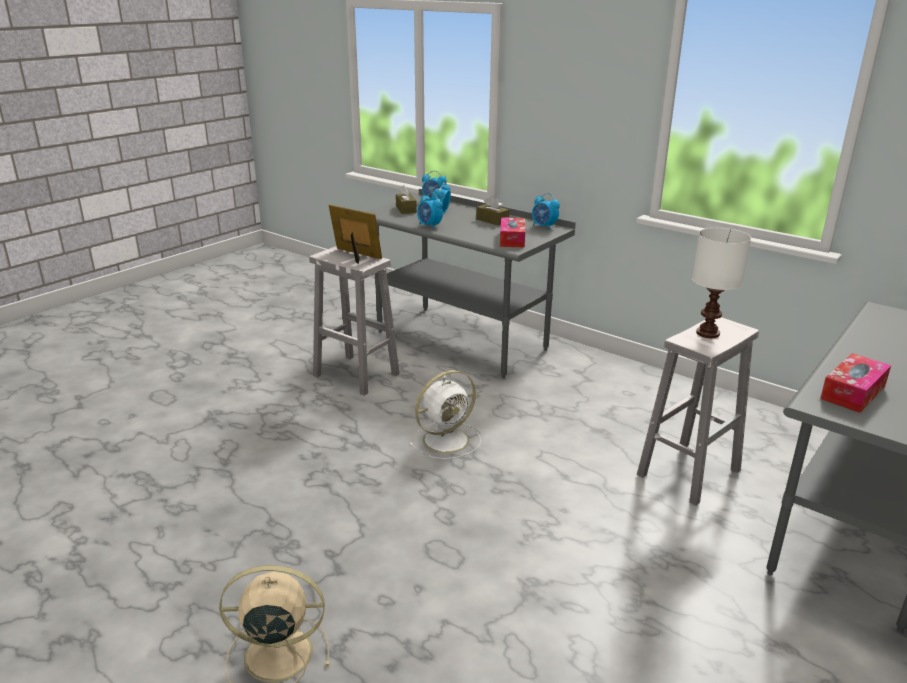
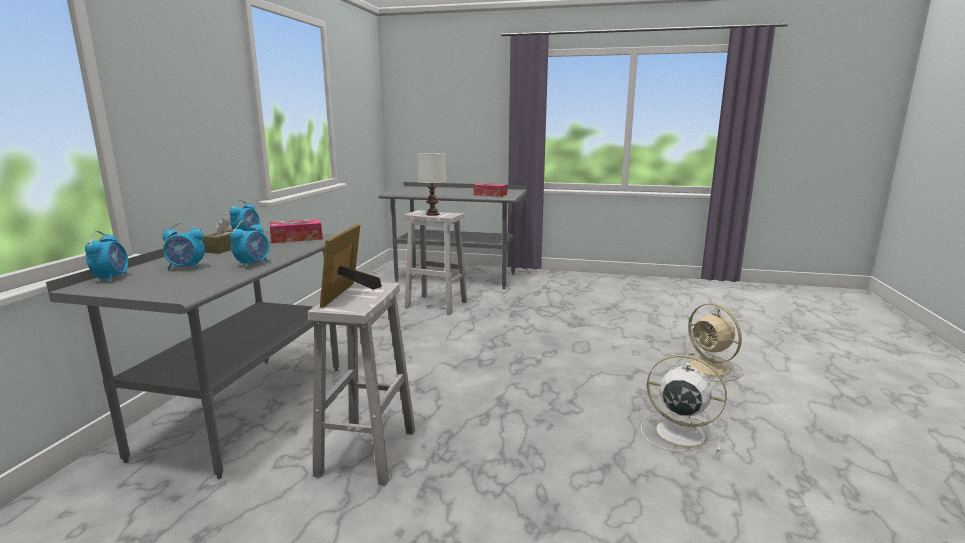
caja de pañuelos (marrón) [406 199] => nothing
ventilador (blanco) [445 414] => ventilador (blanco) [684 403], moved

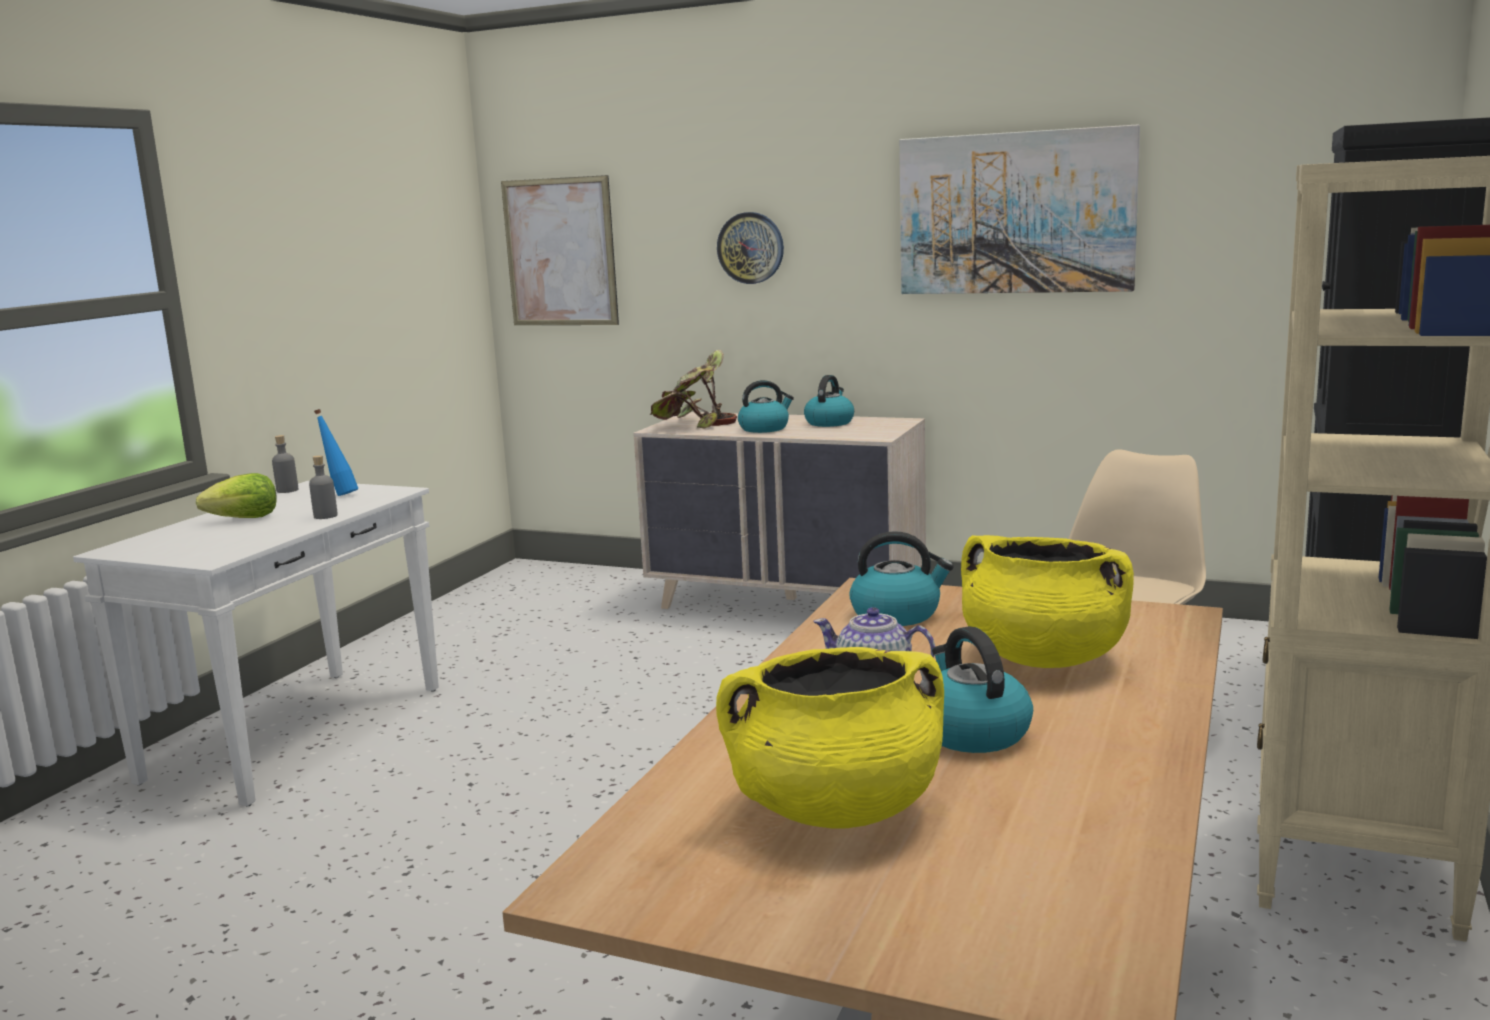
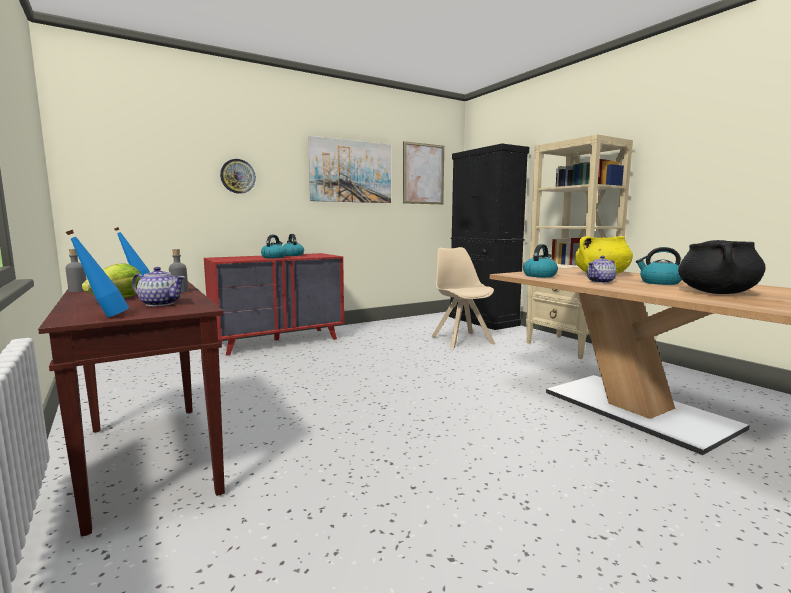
mesa consola (blanco) [256 644] => mesa consola (marrón) [131 409]
cuadro [560 250] => cuadro [423 172], moved
cómoda (beis) [779 510] => cómoda (rojo) [274 304]
planta en maceta [693 389] => nothing
olla (amarillo) [830 737] => olla (negro) [722 267]
nothing => botella (azul) [97 273]
nothing => tetera [158 286]

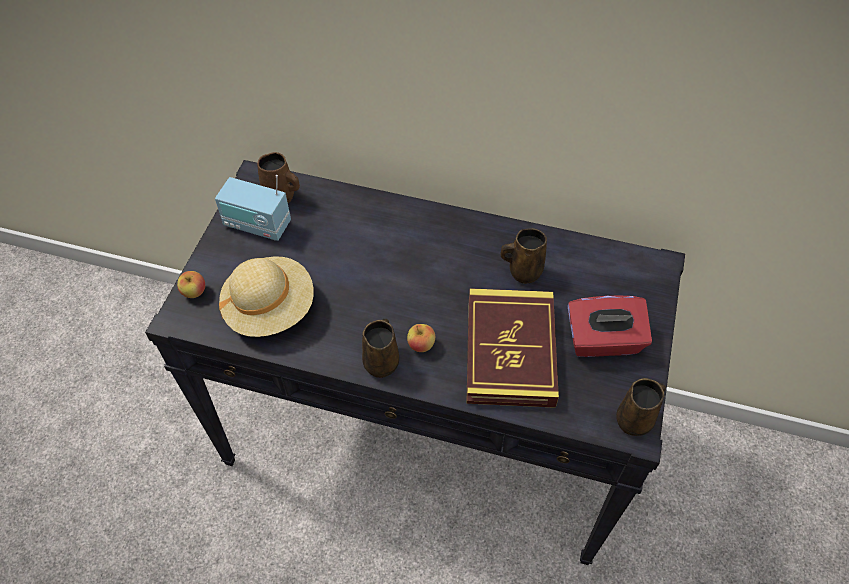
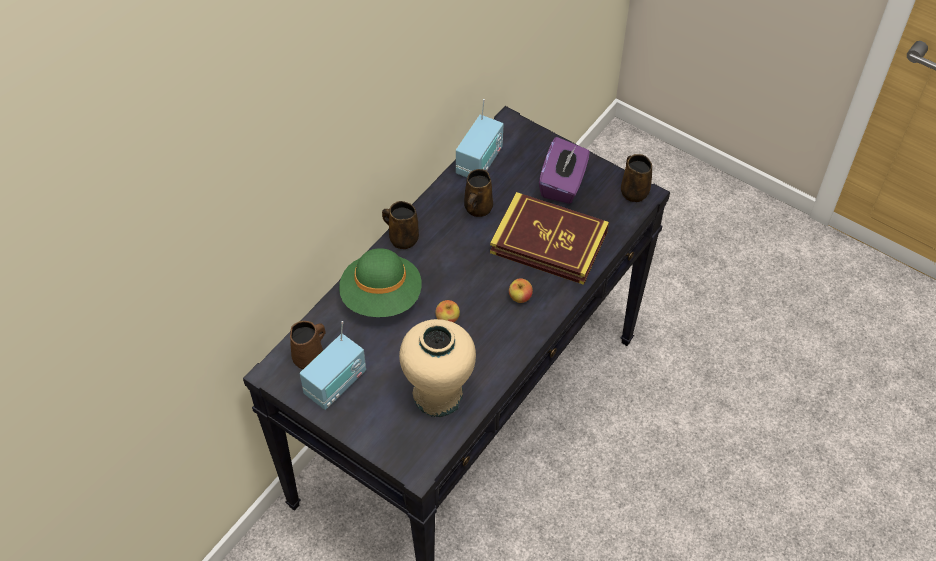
manzana [191 284] => manzana [448 311], moved
sombrero (beis) [266 296] => florero (beis) [437 368]
taza grande (marrón) [380 348] => taza grande (marrón) [400 225], moved
caja de pañuelos (rojo) [609 326] => caja de pañuelos (morado) [564 170]
nothing => sombrero (verde) [380 282]
nothing => radio [479 138]

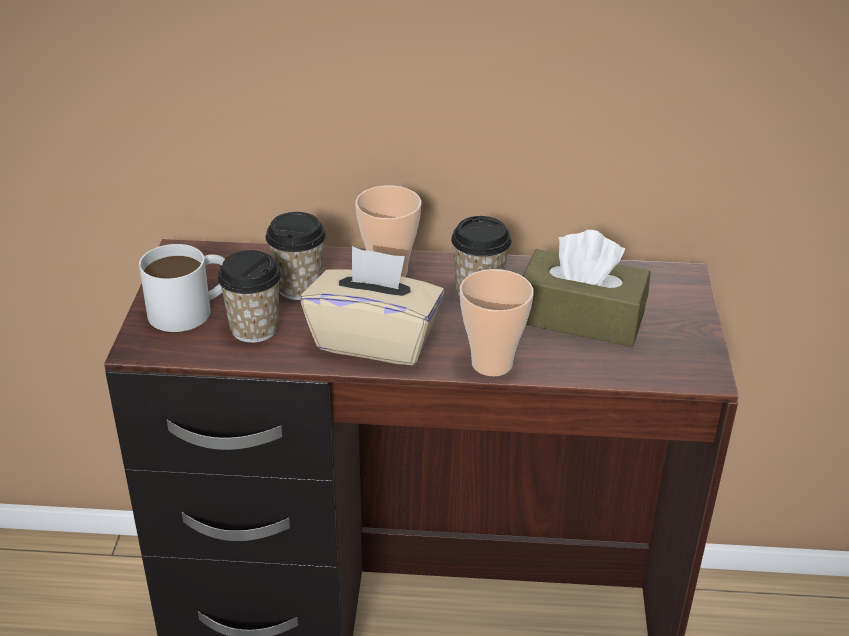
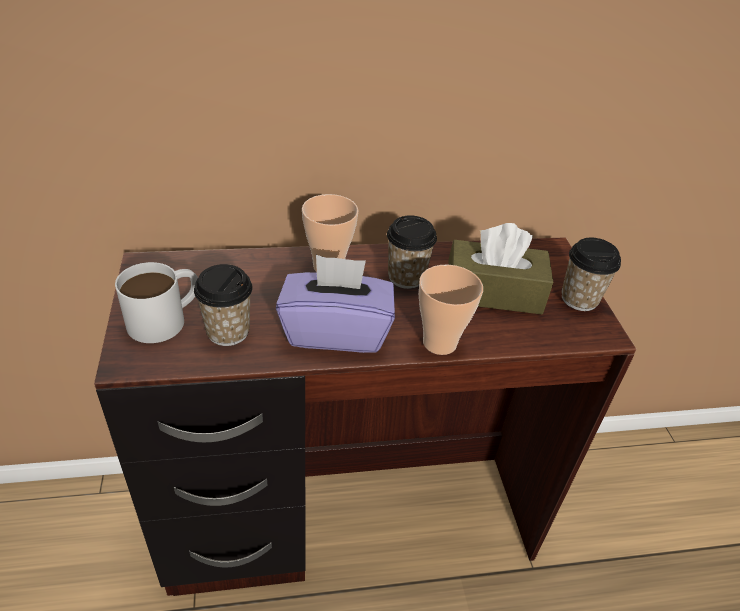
taza [296 256] => taza [591 274], moved
caja de pañuelos (beis) [372 305] => caja de pañuelos (morado) [335 304]

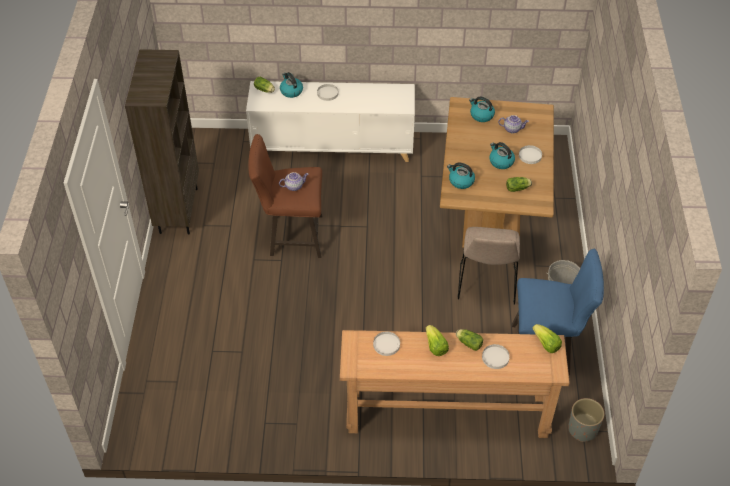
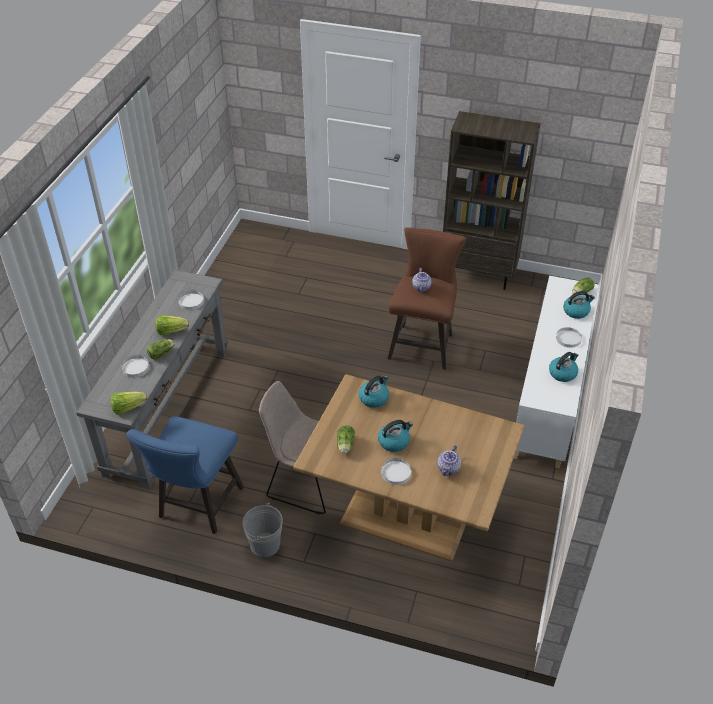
mesa consola (marrón) [455 384] => mesa consola (gris) [152 379]
hervidor [482 109] => hervidor [564 367], moved
maceta (gris) [586 420] => nothing

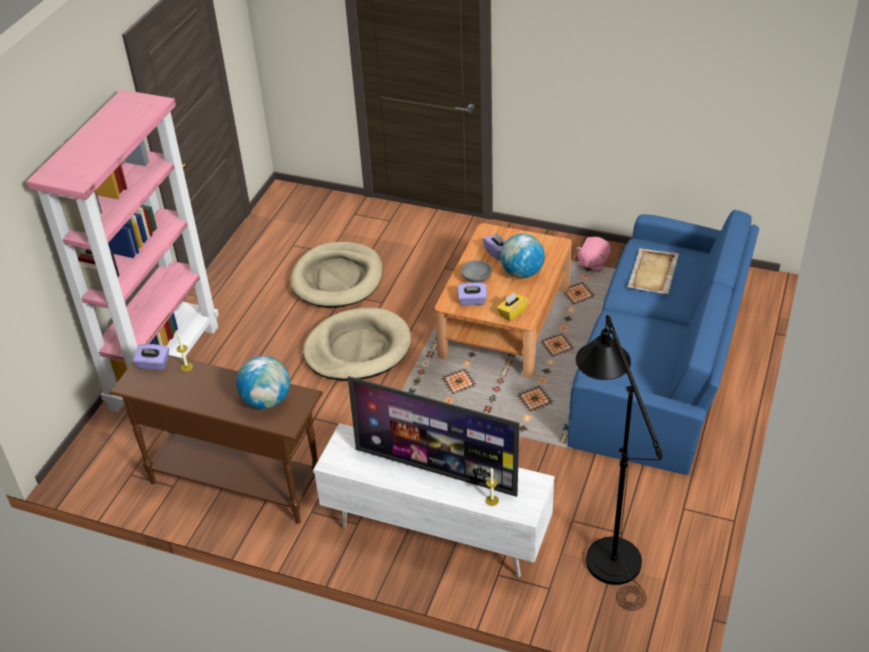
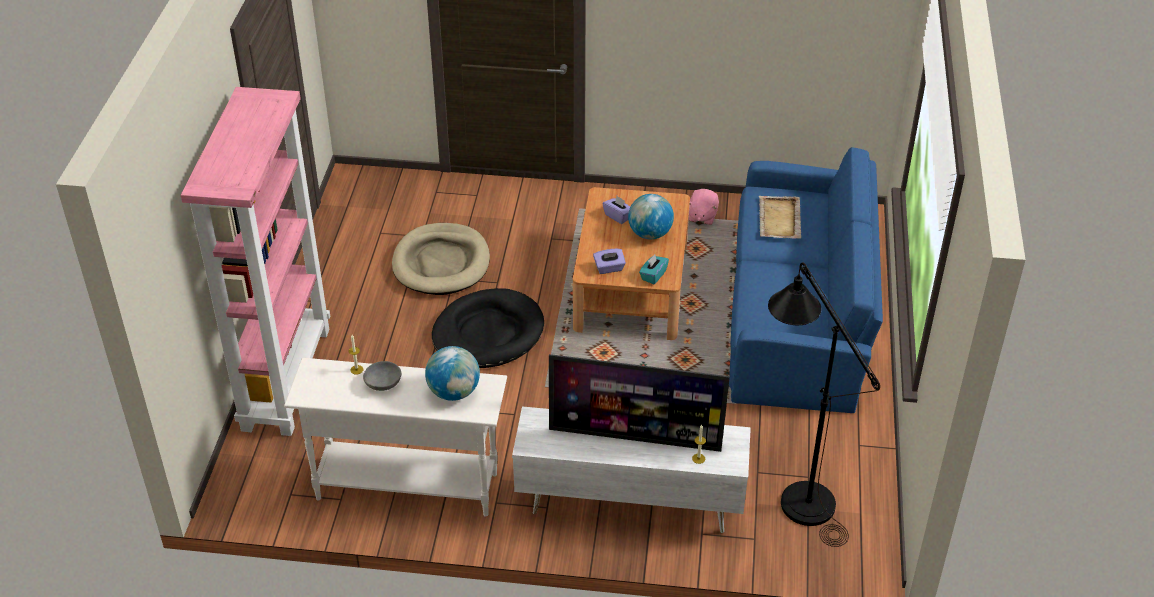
mesa consola (marrón) [216 439] => mesa consola (blanco) [395 437]
caja de pañuelos (morado) [151 357] => nothing
cama para perro (beis) [357 344] => cama para perro (negro) [488 328]
cuenco (gris) [476 271] => cuenco (gris) [382 376], moved
caja de pañuelos (amarillo) [512 306] => caja de pañuelos (turquesa) [654 269]

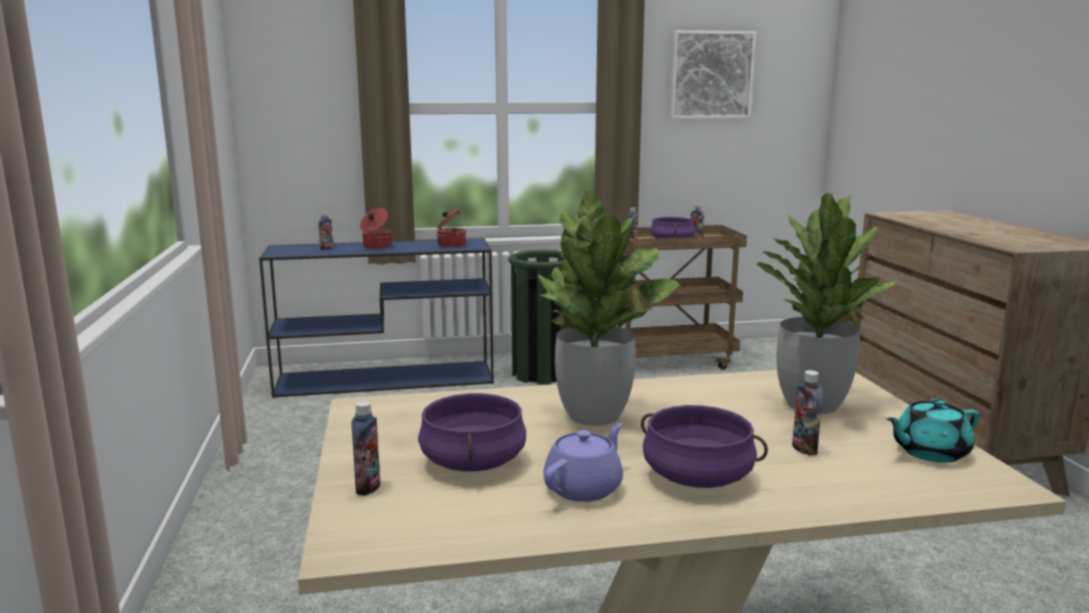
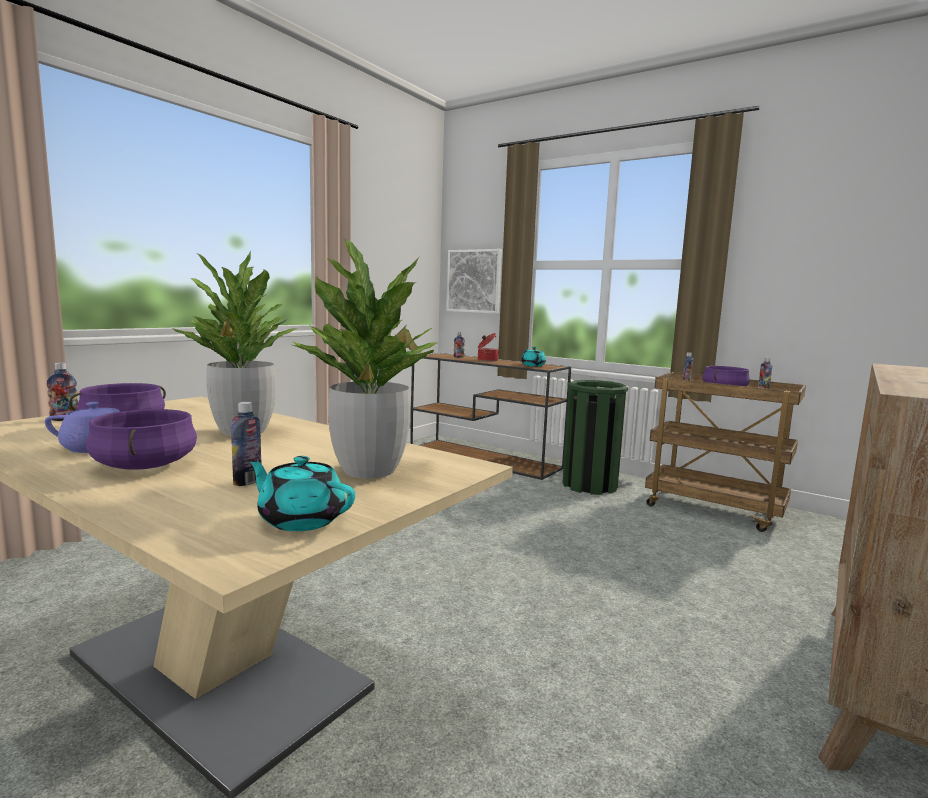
mesa consola (azul) [376 318] => mesa consola (marrón) [490 416]
olla [451 228] => tetera (turquesa) [533 357]
cuadro [713 74] => cuadro [474 281], moved

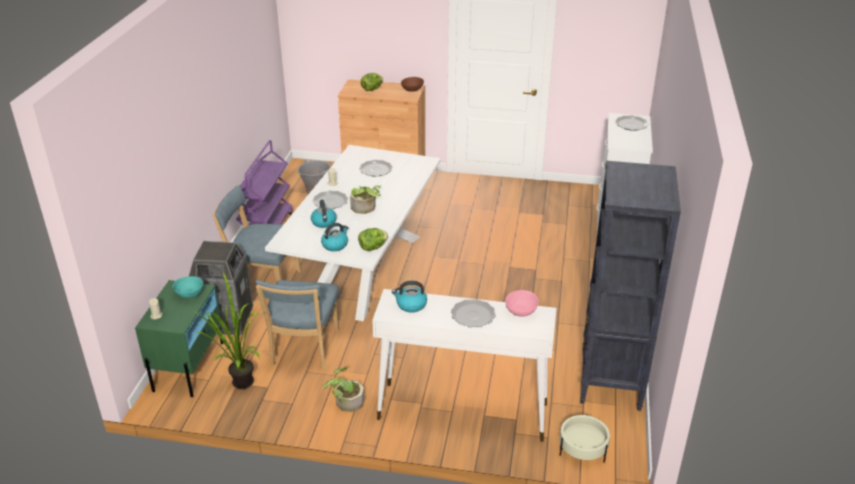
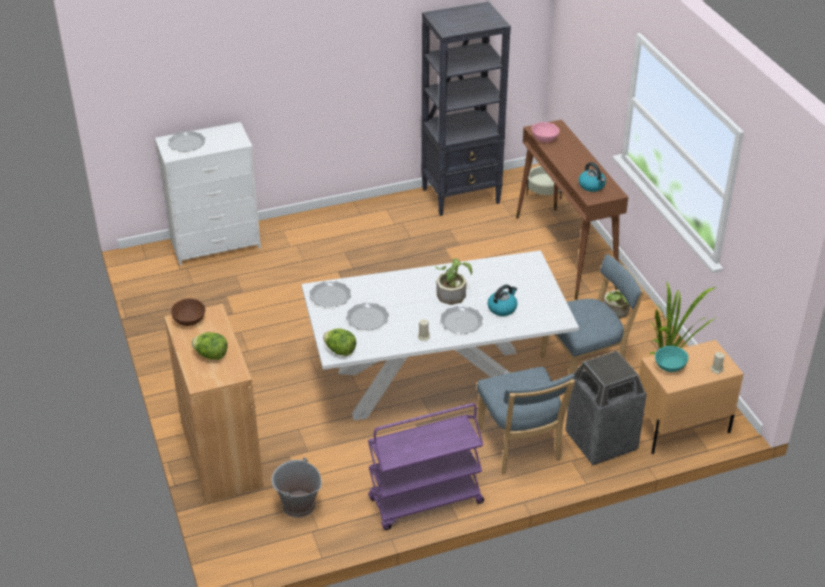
mesita de noche (verde) [179 338] => mesita de noche (beis) [691 397]
hervidor [335 237] => nothing
lechuga [373 239] => lechuga [339 342], moved
mesa consola (blanco) [464 365] => mesa consola (marrón) [572 210]
plato [473 313] => plato [330 294], moved

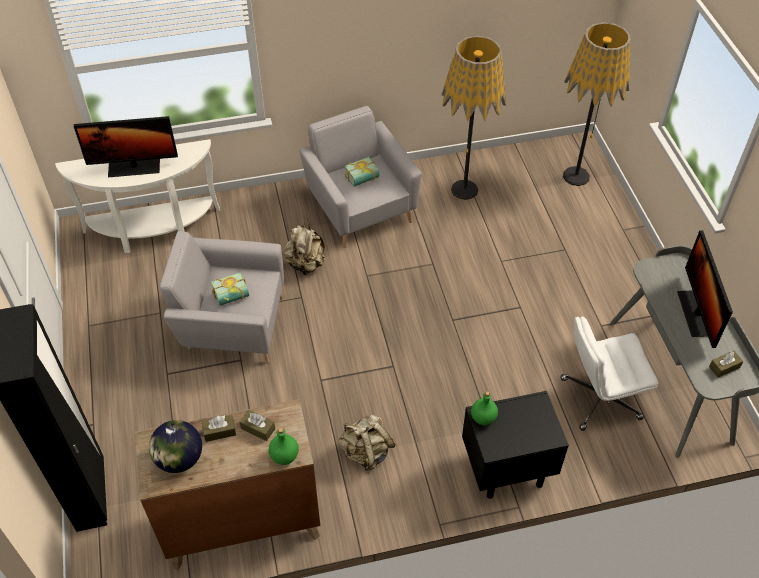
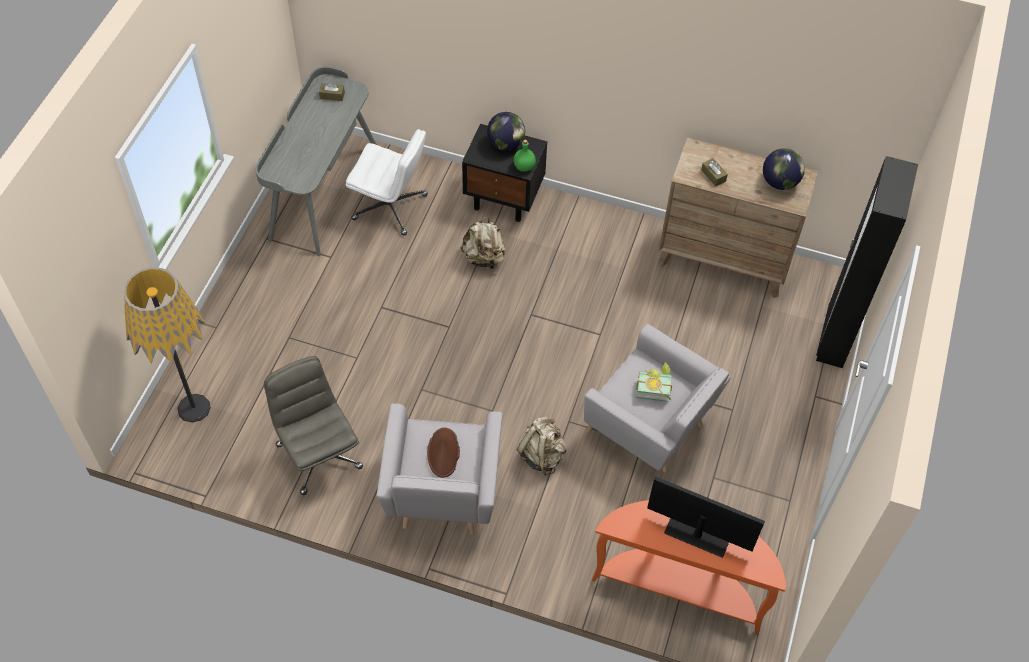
mesa consola (blanco) [137 196] => mesa consola (naranja) [689 567]
caja de pañuelos (marrón) [219 428] => nothing
botella (verde) [284 446] => nothing
mochila (beis) [367 442] => mochila (beis) [483 244], moved
libro [362 172] => sombrero (marrón) [443 452]
lámpara de pie [474 118] => silla de oficina (gris) [313 425]
monitor [705 289] => nothing
nothing => globo terráqueo [506 131]

